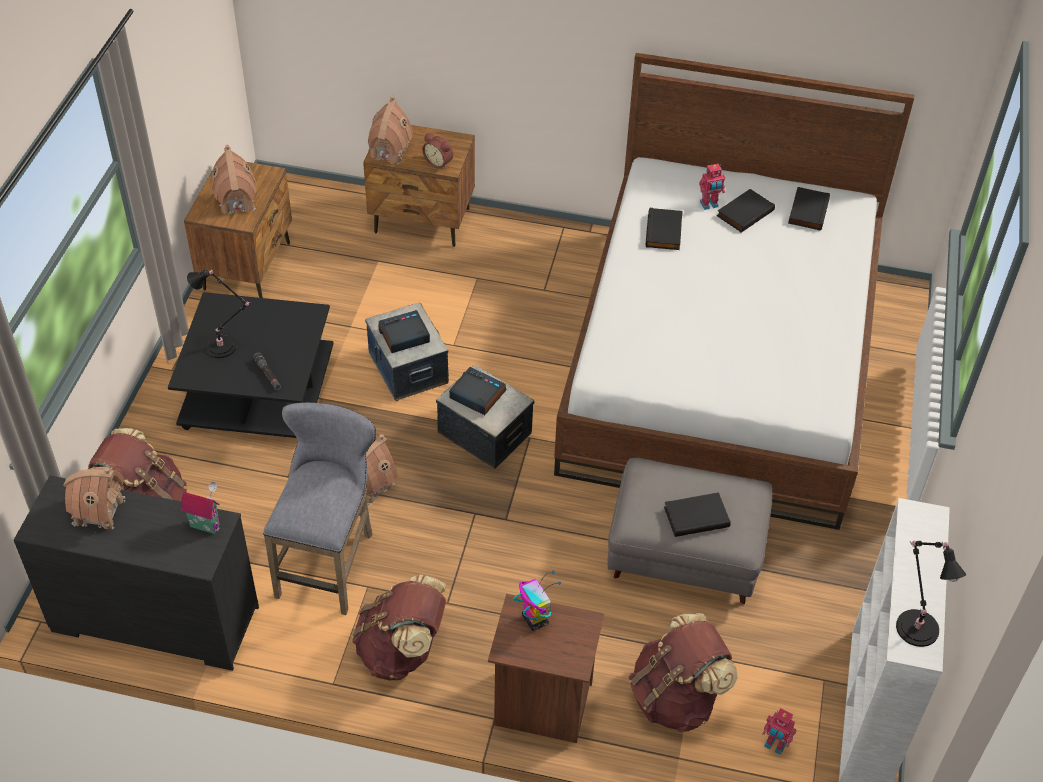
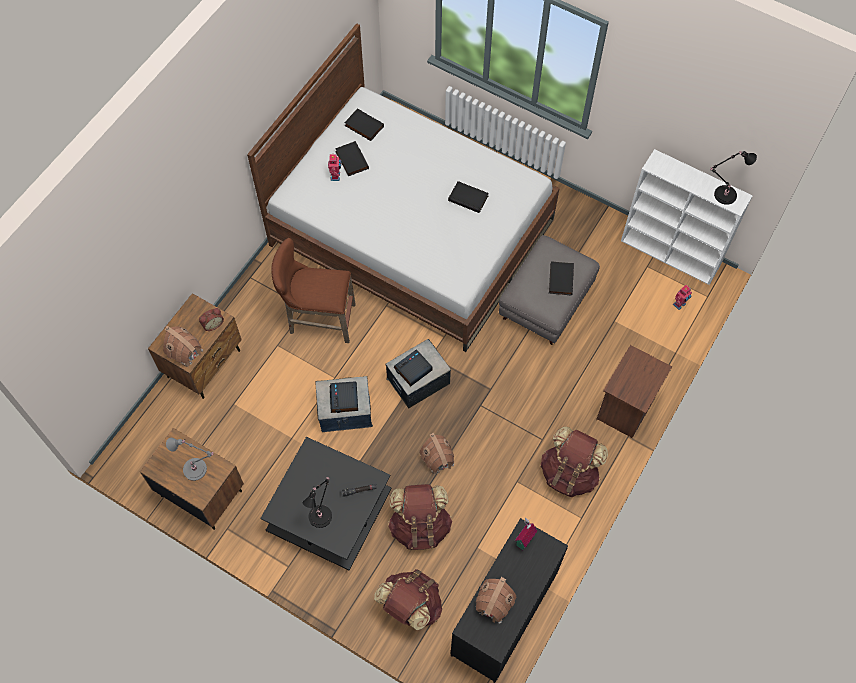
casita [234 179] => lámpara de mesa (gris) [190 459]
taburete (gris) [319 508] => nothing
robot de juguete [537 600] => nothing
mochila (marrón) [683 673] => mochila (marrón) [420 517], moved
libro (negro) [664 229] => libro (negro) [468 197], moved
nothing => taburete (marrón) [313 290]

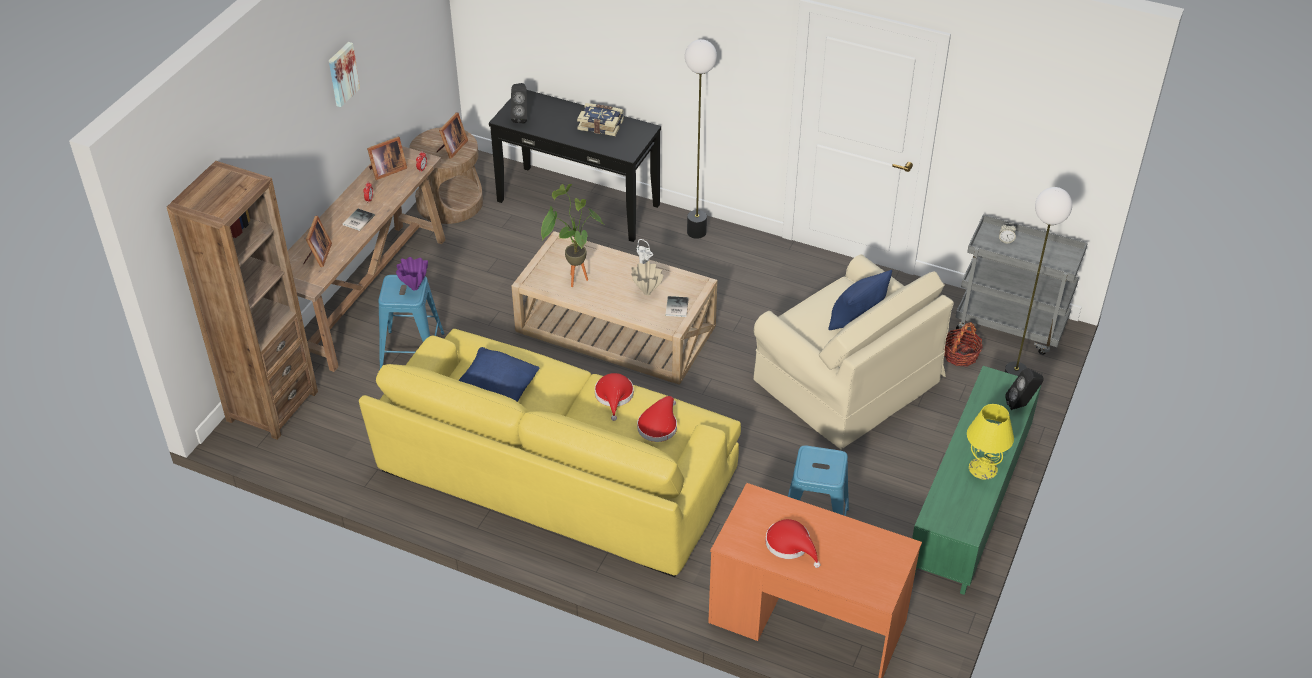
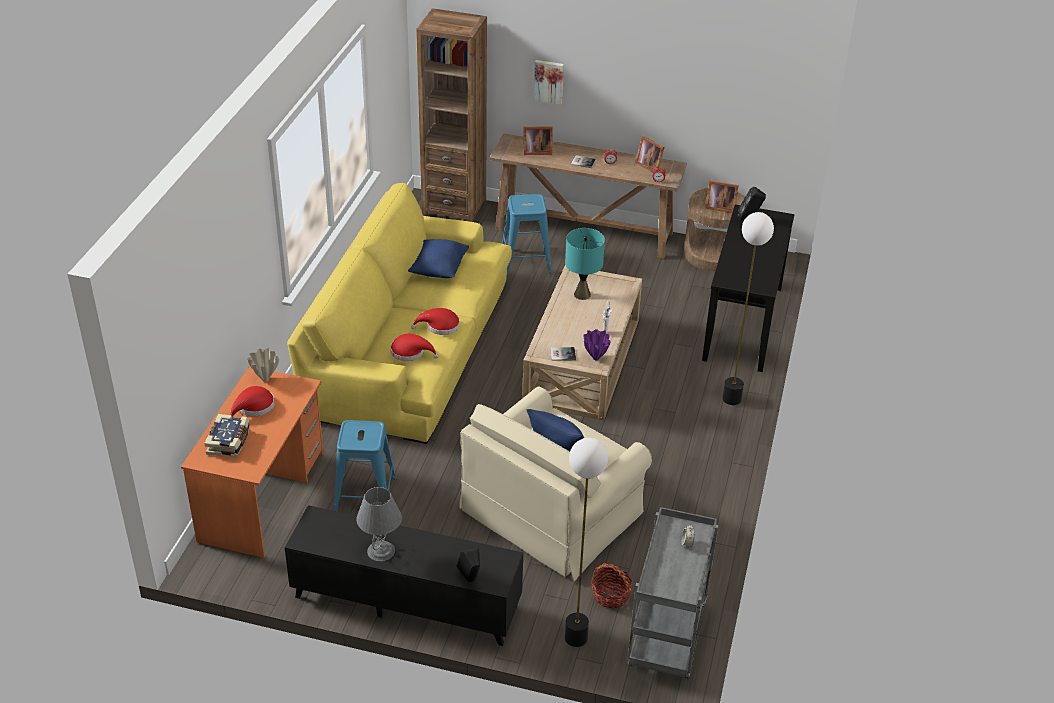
cuadro [344 74] => cuadro [549 82], moved
florero (morado) [412 273] => florero (morado) [597 344], moved
planta en maceta [572 235] => lámpara de mesa (turquesa) [585 264]
libro [600 119] => libro [227 436], moved
florero (beis) [647 278] => florero (beis) [263 365], moved
mueble de televisión (verde) [977 480] => mueble de televisión (negro) [404 575]
lámpara de mesa (amarillo) [990 442] => lámpara de mesa (gris) [379 524]

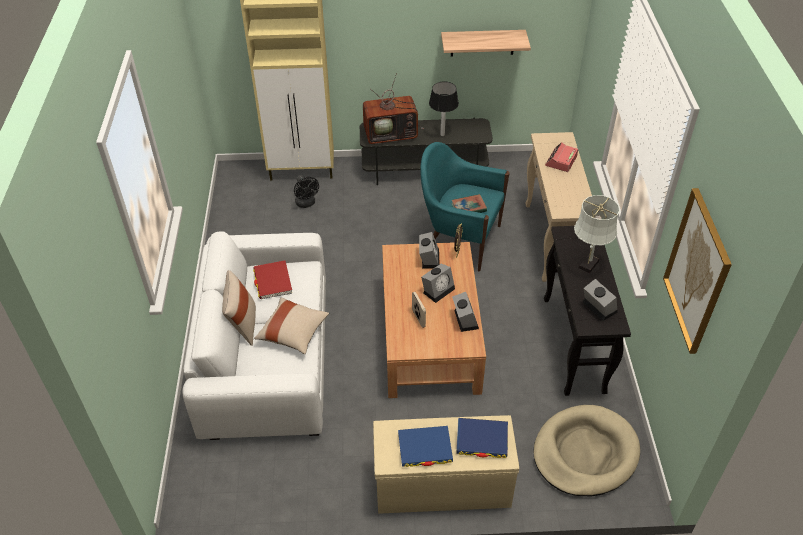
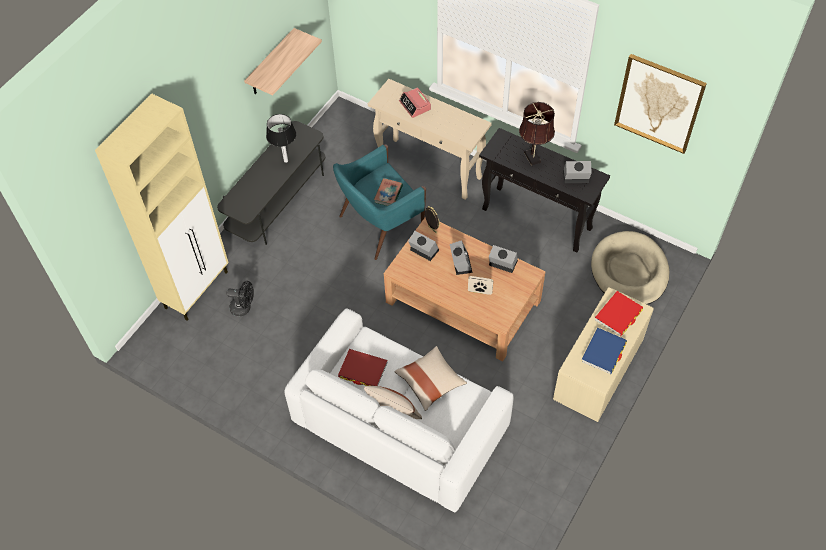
televisor [393 110] => nothing
libro (azul) [482 438] => libro (rojo) [619 313]
lámpara de mesa (blanco) [597 234] => lámpara de mesa (marrón) [537 134]

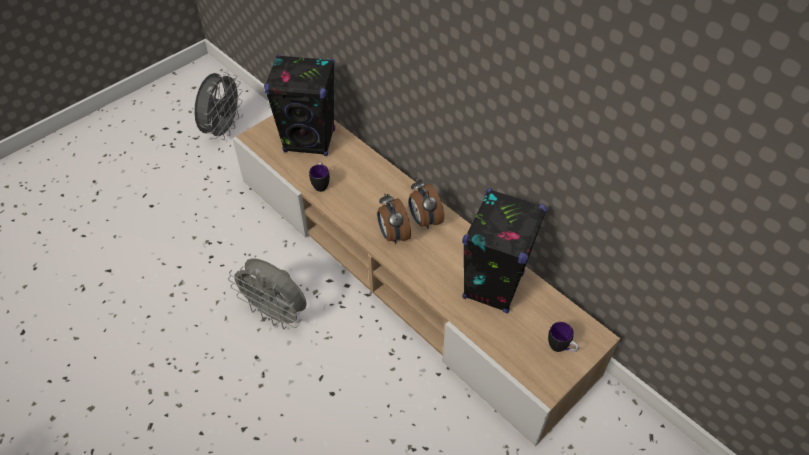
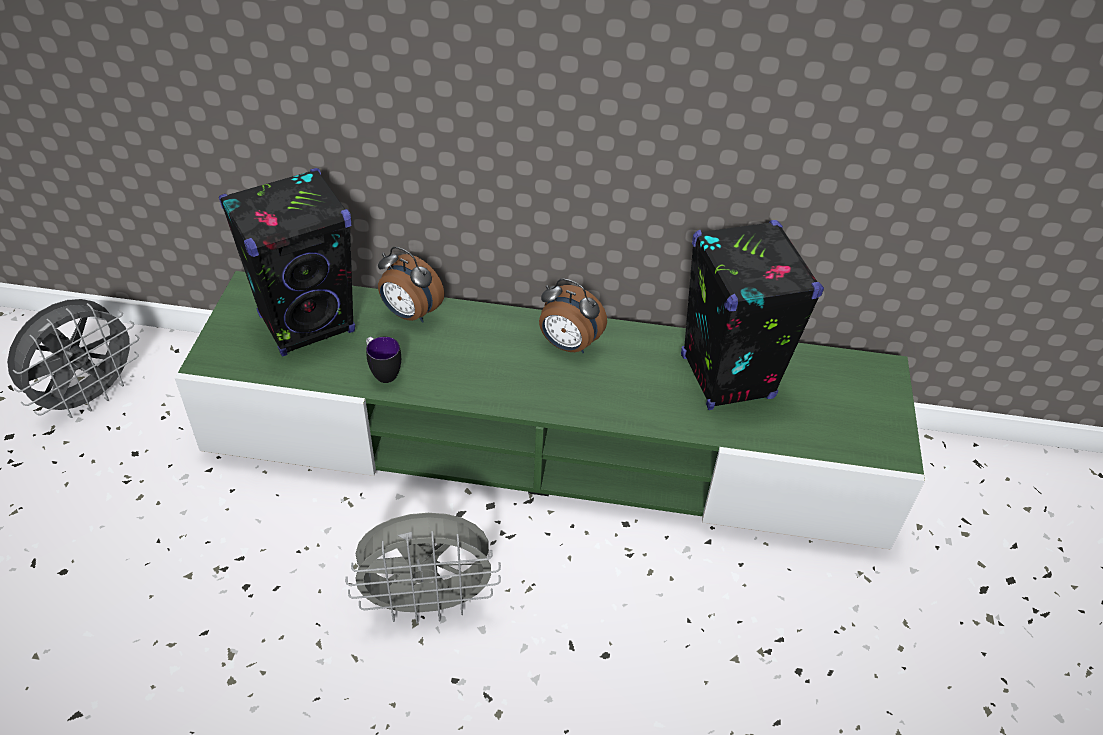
ventilador (gris) [218 106] => ventilador (gris) [73 358], 60 degrees clockwise
mueble de televisión (beis) [426 280] => mueble de televisión (verde) [550 410]
despertador [394 218] => despertador [411 285], moved
taza grande [563 337] => nothing

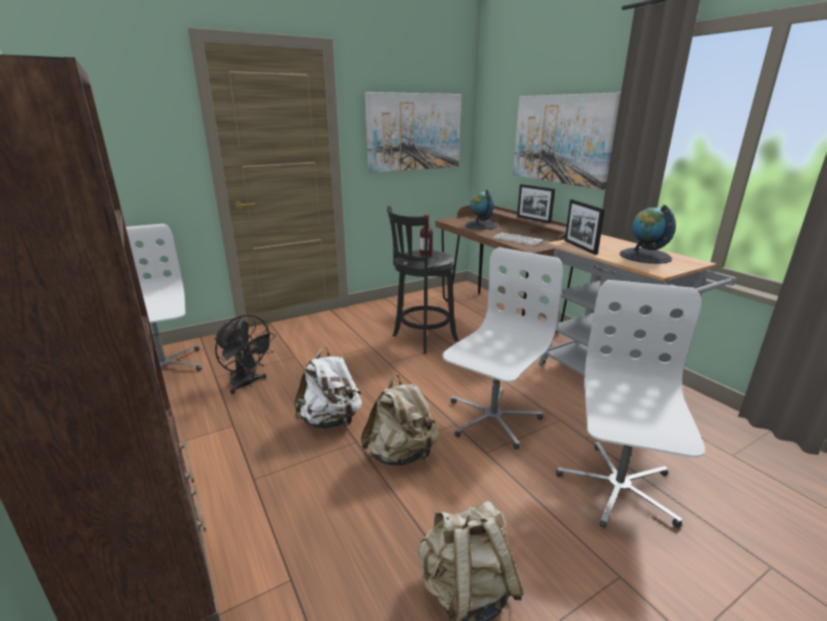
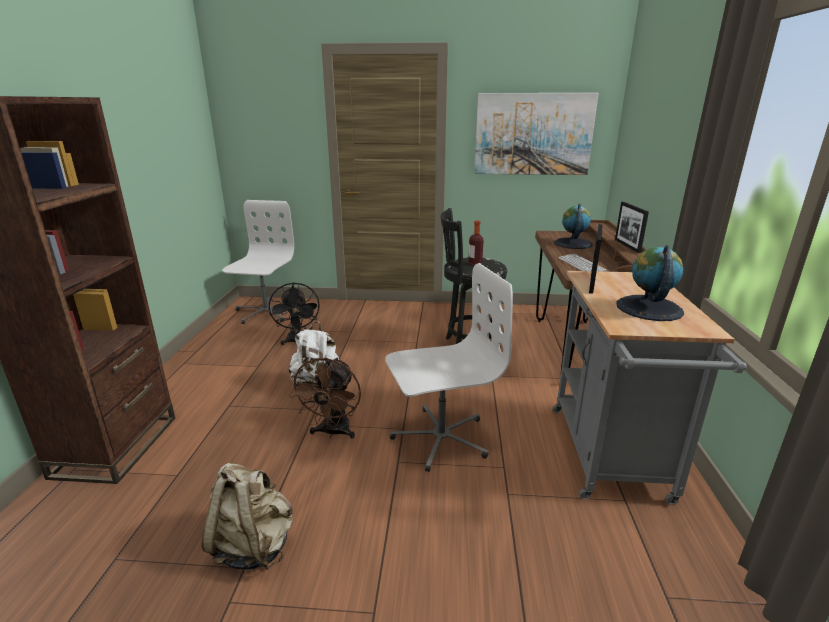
mochila (beis) [400 420] => ventilador (marrón) [325 398]
cuadro [567 141] => nothing
silla de oficina (blanco) [630 404] => nothing

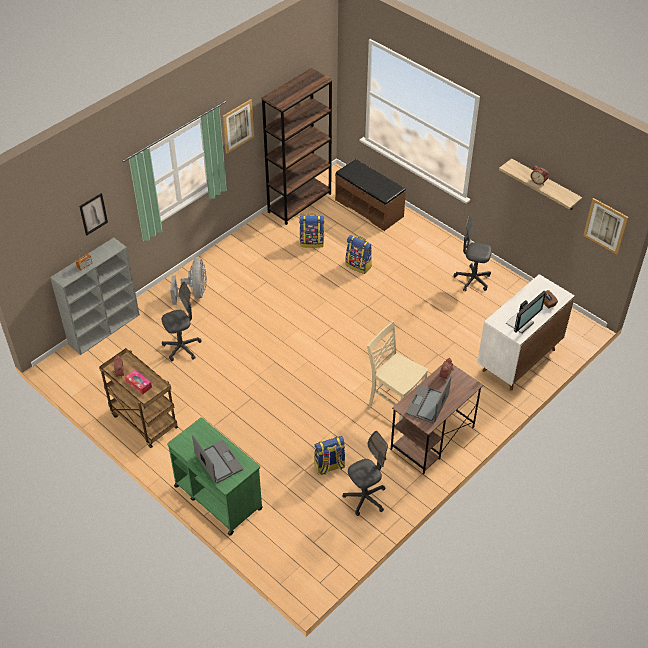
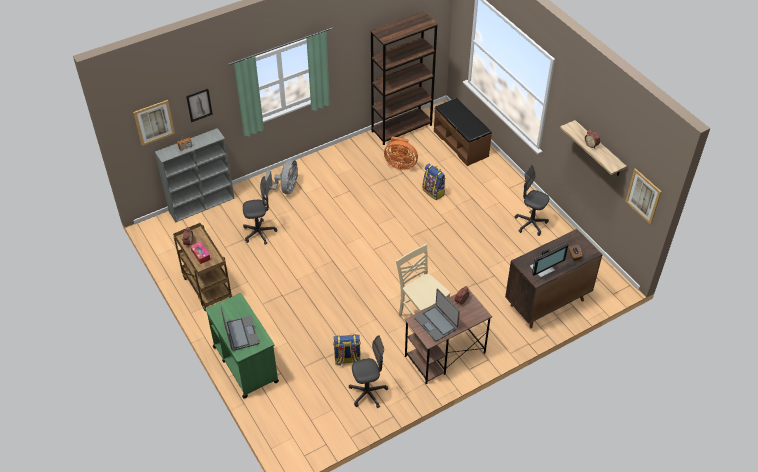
cuadro [238 126] => cuadro [154 123], moved
mochila [311 231] => ventilador (naranja) [401 153]
portátil [428 399] => portátil [437 315], 75 degrees counterclockwise
armario (blanco) [526 332] => armario (marrón) [554 278]

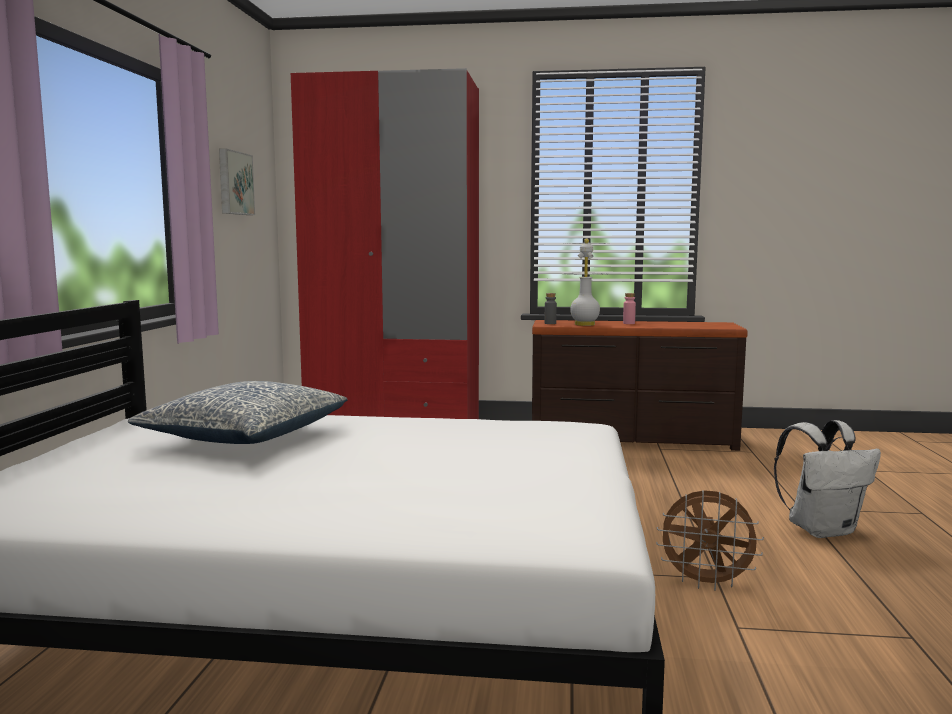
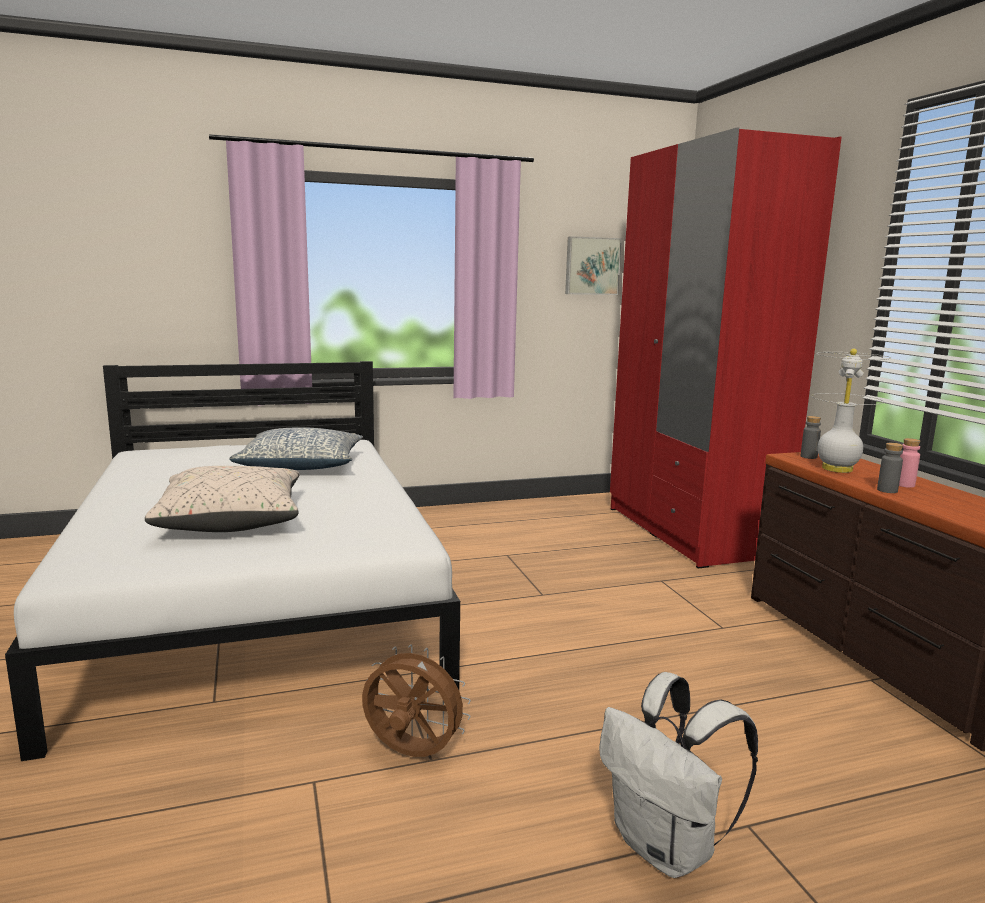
ventilador (marrón) [710 540] => ventilador (marrón) [416 700], 120 degrees clockwise
nothing => cojín (beis) [222 499]
nothing => botella (gris) [890 468]

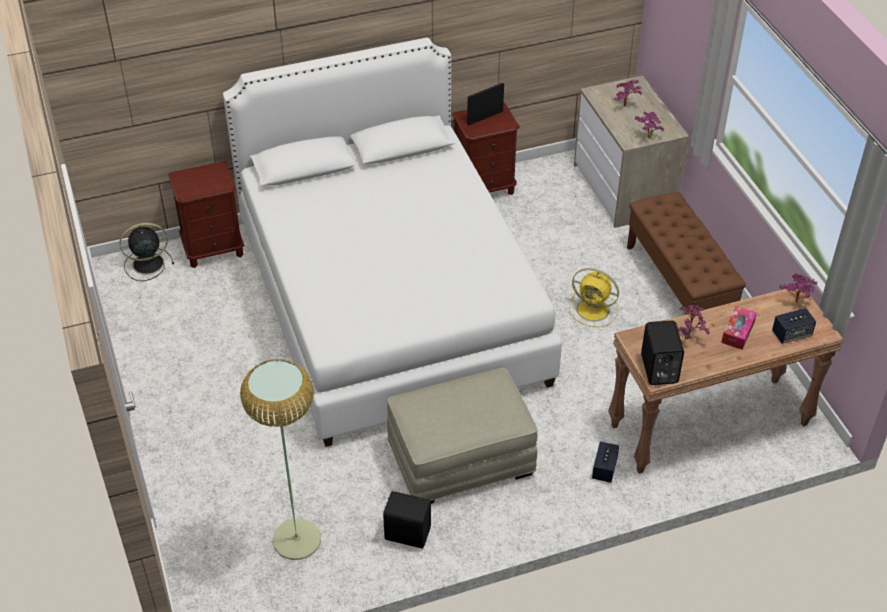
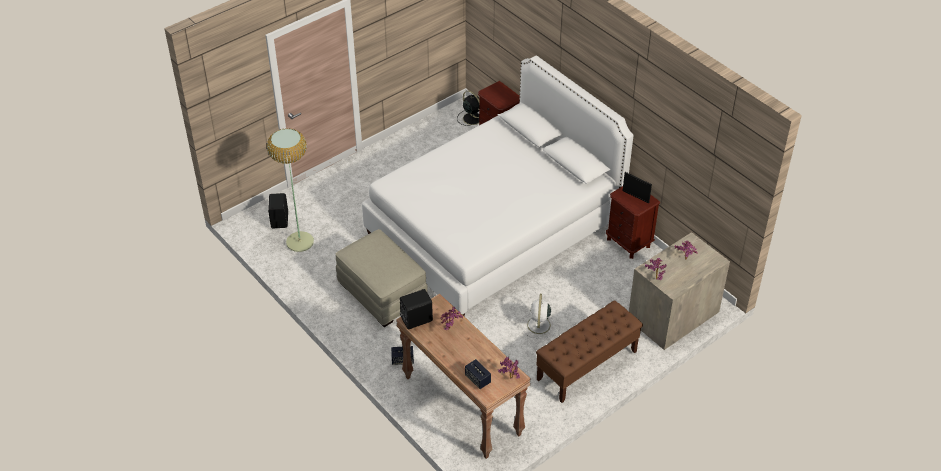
altavoz (negro) [407 519] => altavoz (negro) [278 210], moved
ventilador (amarillo) [594 297] => ventilador (blanco) [539 316]
caja de pañuelos [739 328] => nothing

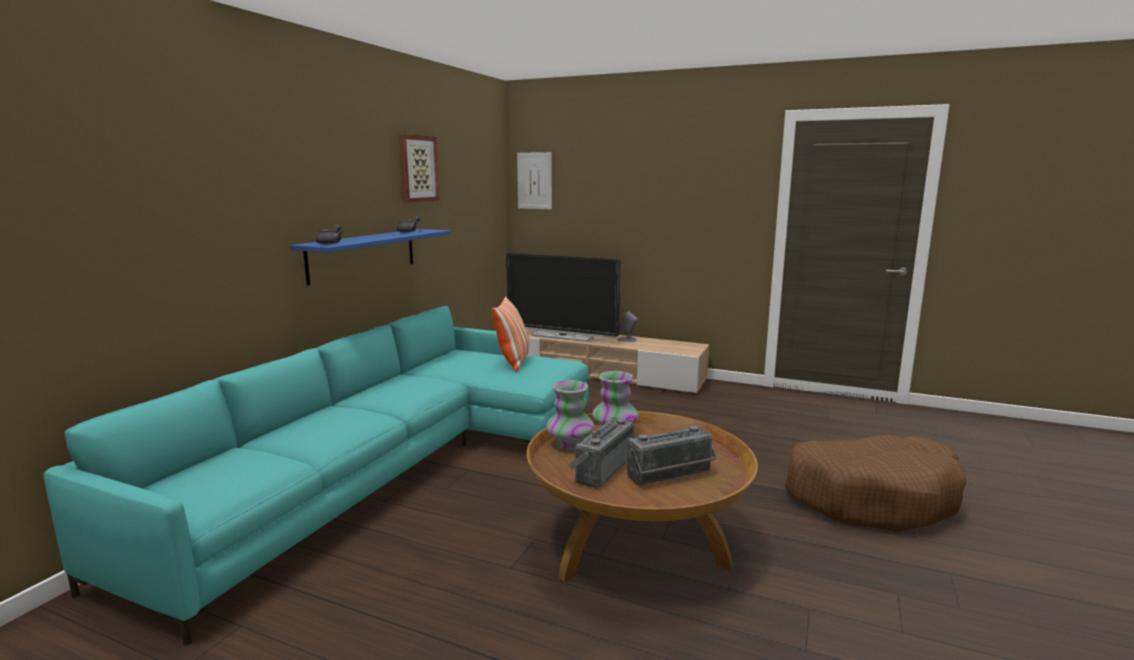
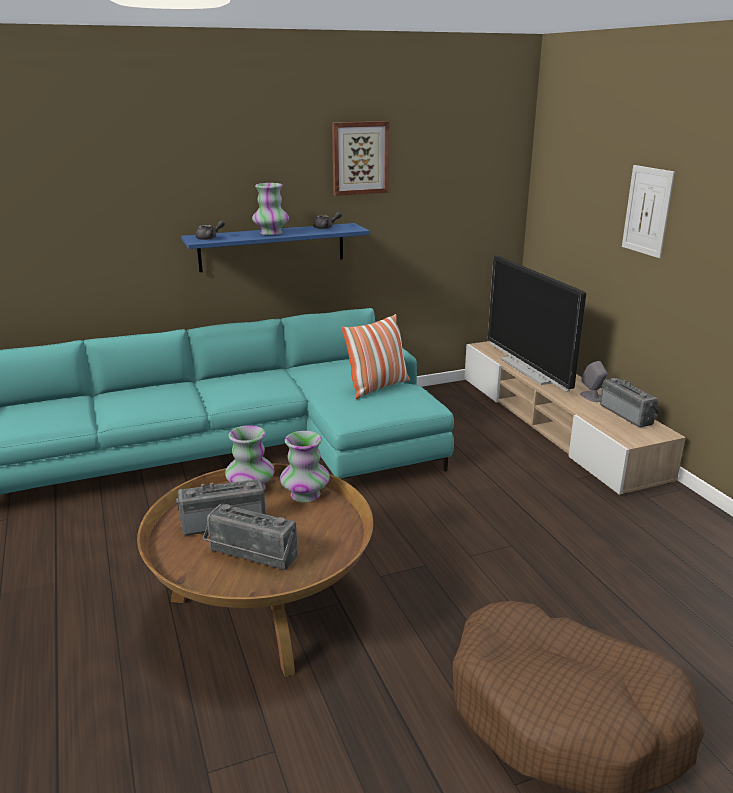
cuadro [534 180] => cuadro [648 211], moved
nothing => florero [270 209]
nothing => radio [630 402]

